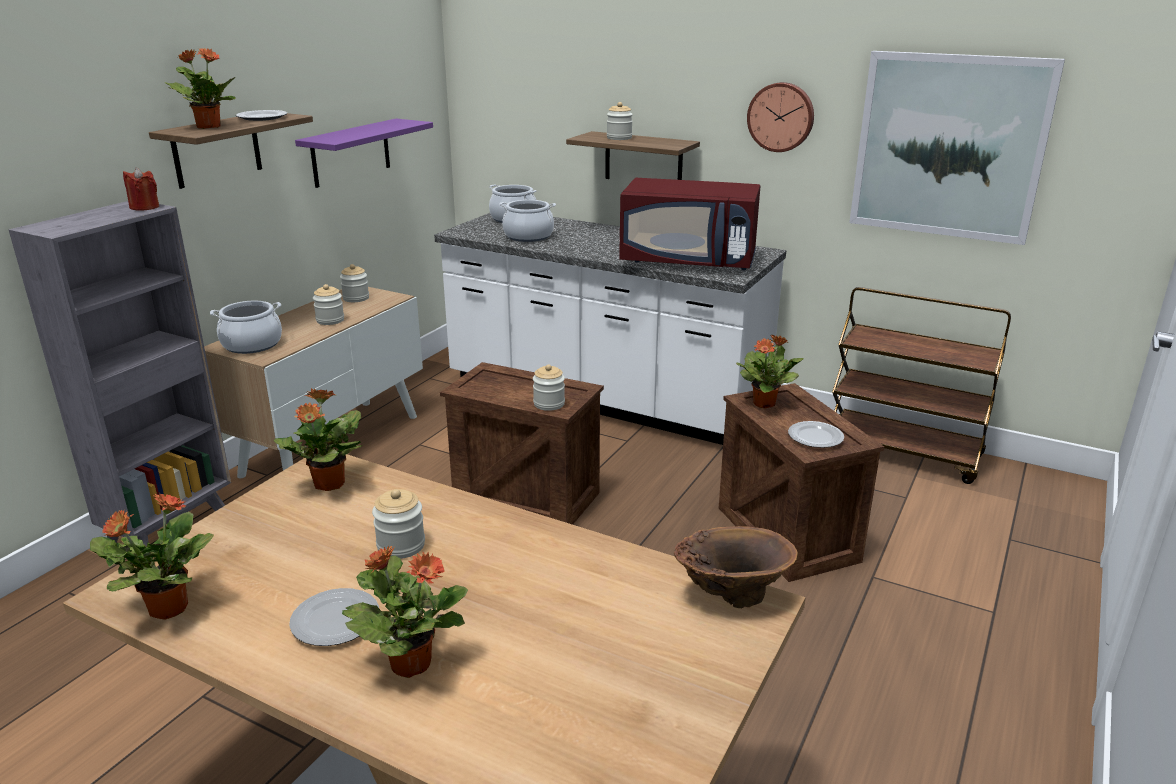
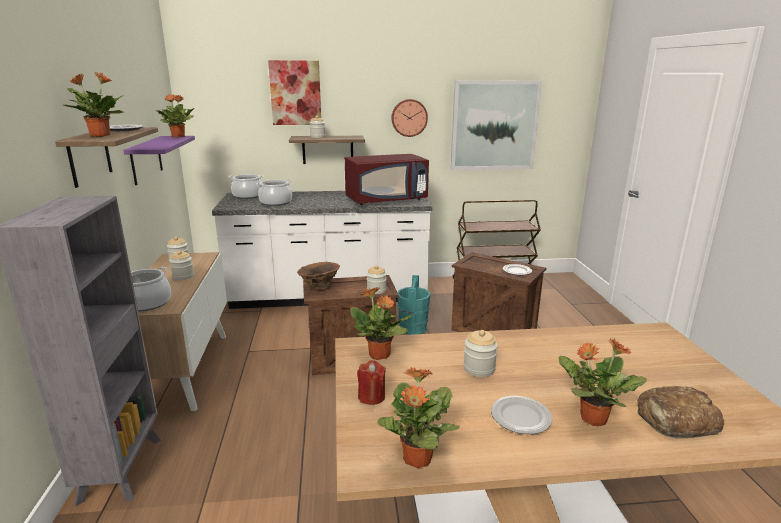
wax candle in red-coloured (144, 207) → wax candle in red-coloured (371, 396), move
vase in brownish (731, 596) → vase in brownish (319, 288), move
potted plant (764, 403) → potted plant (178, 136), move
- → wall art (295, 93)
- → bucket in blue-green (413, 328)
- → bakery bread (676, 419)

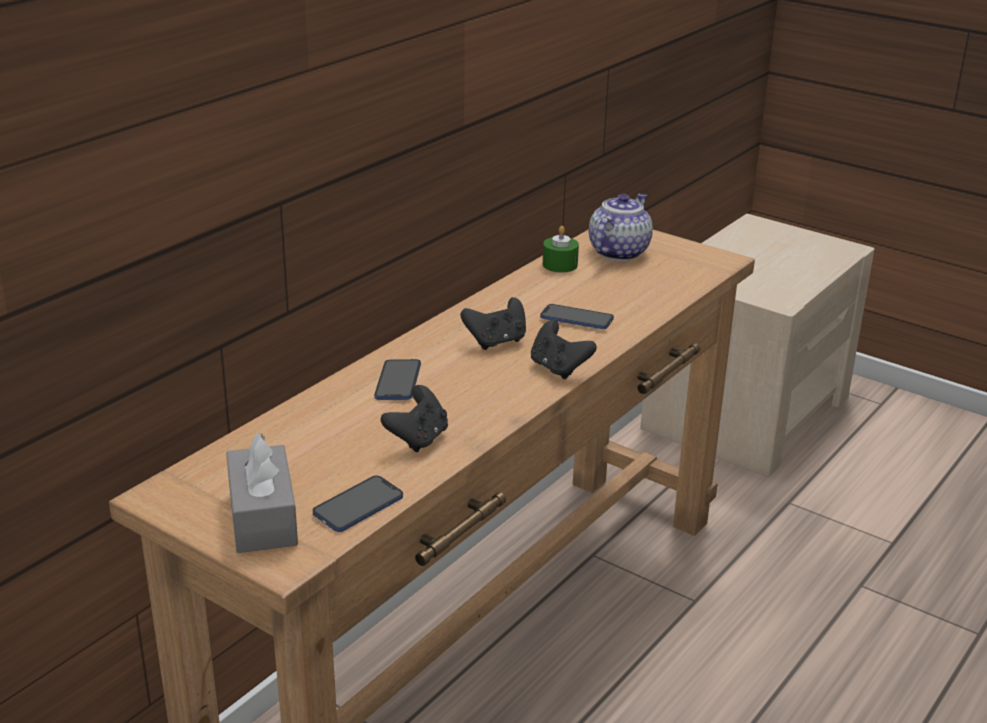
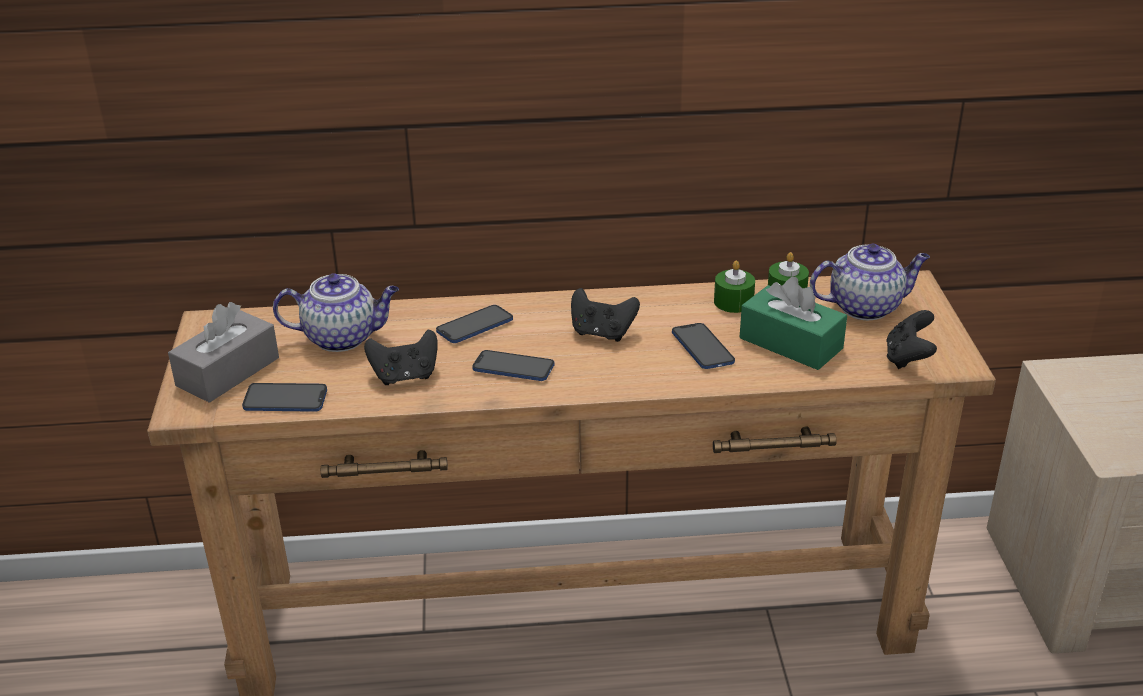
joypad in black (558, 368) → joypad in black (908, 358), move
- → tea pot (343, 337)
- → handset (513, 368)
- → wax candle in green-coloured (733, 302)
- → box of tissues in green-coloured (790, 343)

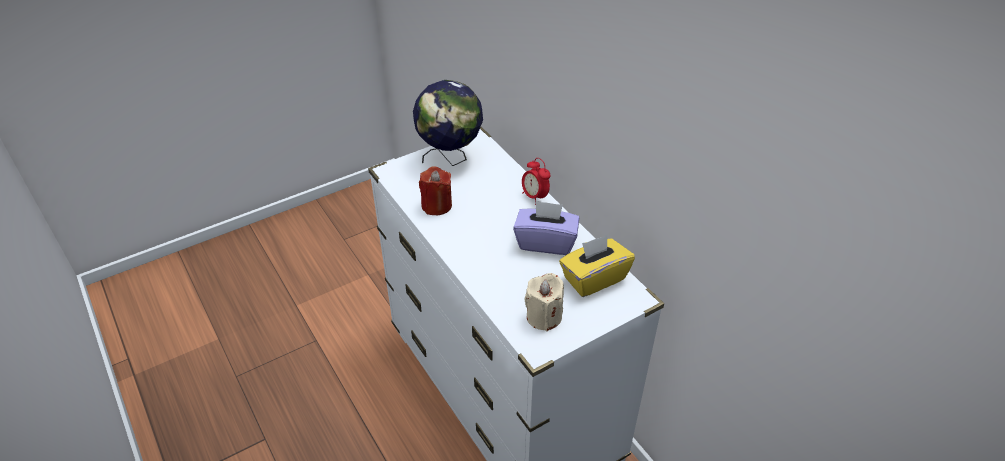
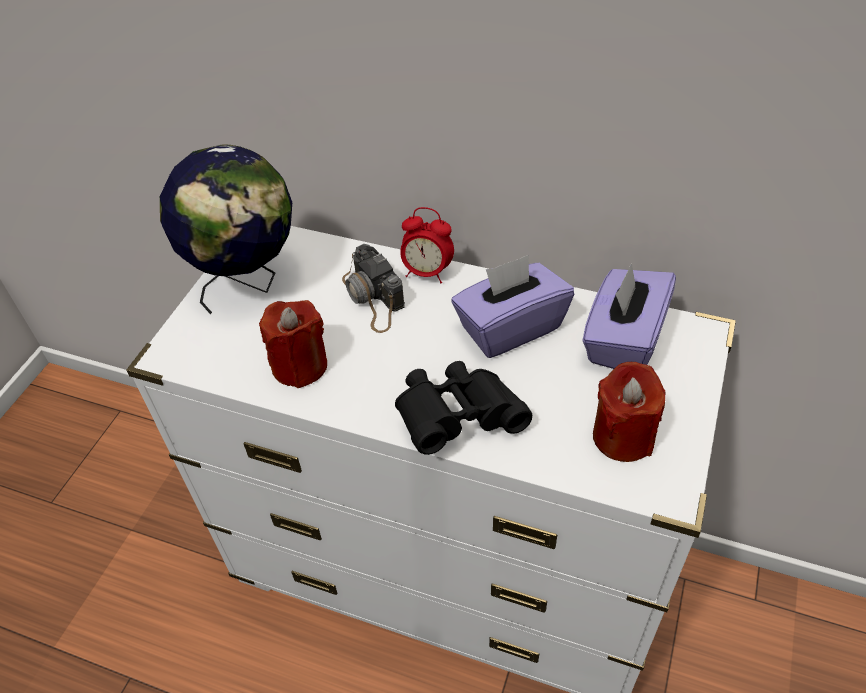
wax candle in sand-coloured (544, 316) → wax candle in red-coloured (623, 436)
box of tissues in yellow-coloured (594, 278) → box of tissues in purple (623, 340)
- → still camera (373, 298)
- → binoculars in black (458, 419)

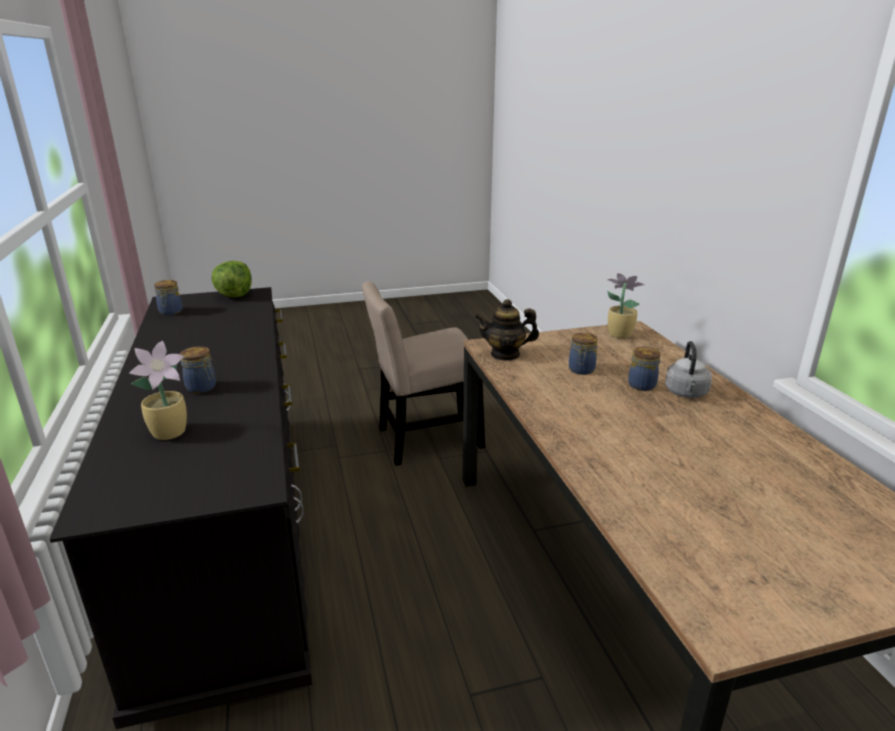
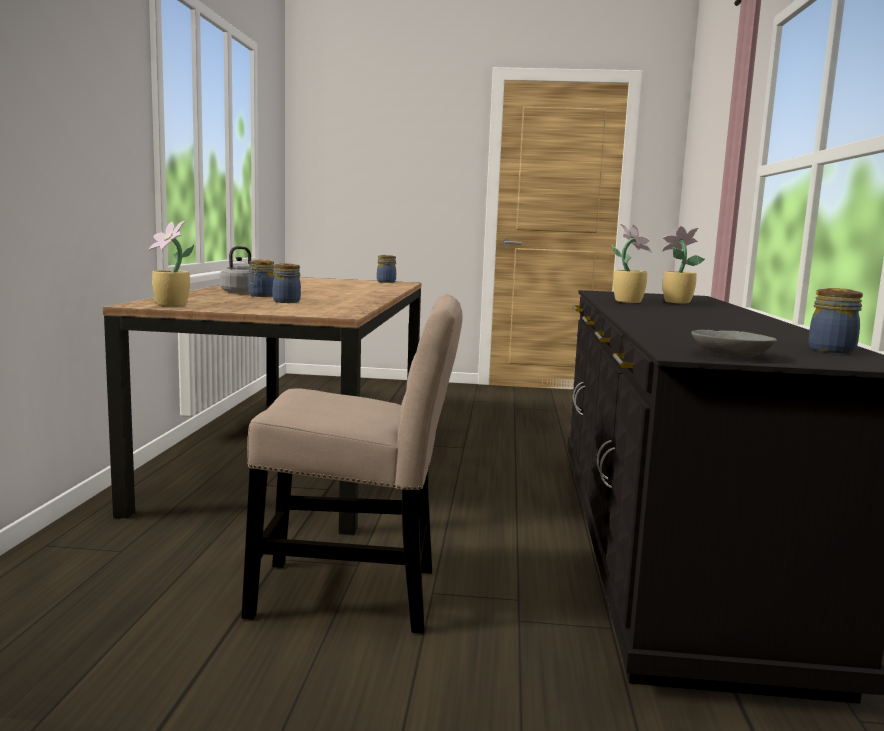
storage jar (202, 388) → storage jar (385, 282), move
head of lettuce (234, 295) → bowl in grey (731, 355)
tea pot (505, 354) → -
- → potted plant (627, 301)

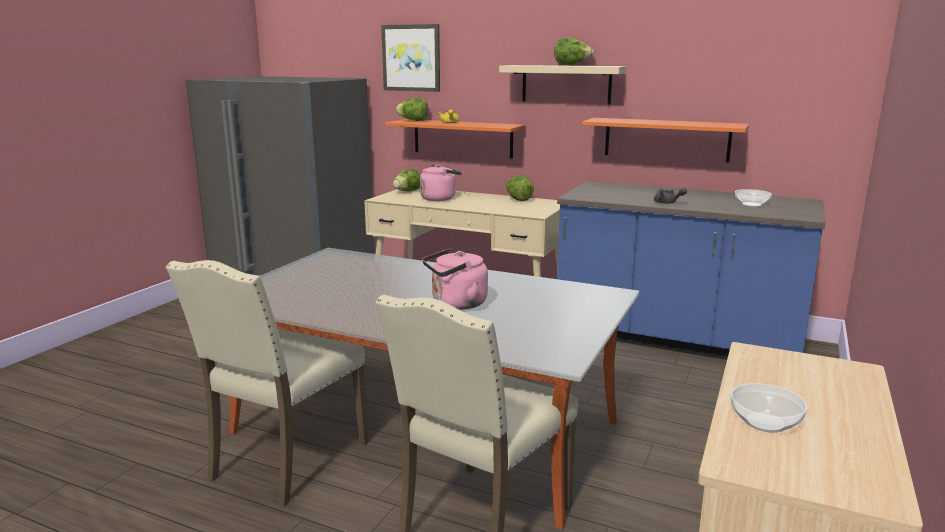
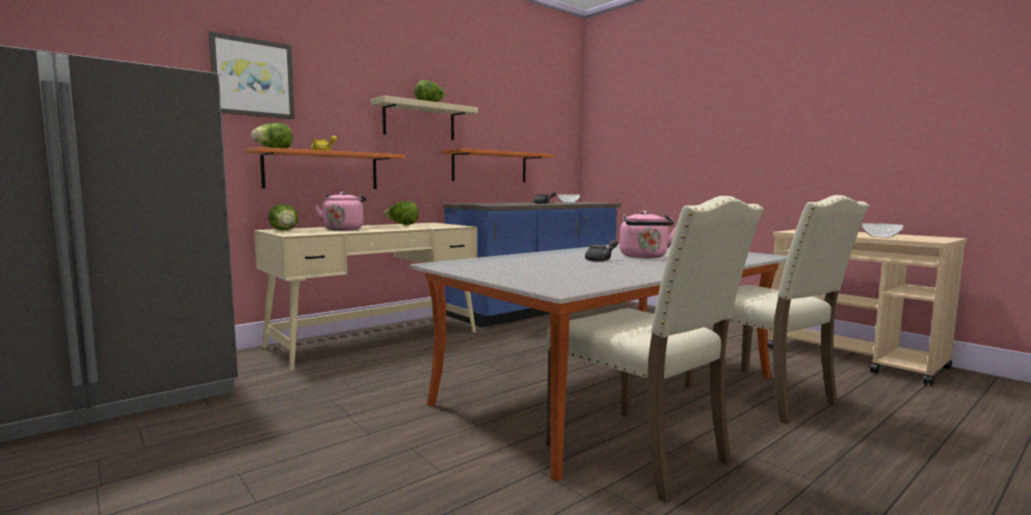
- → tea pot in grey (601, 260)

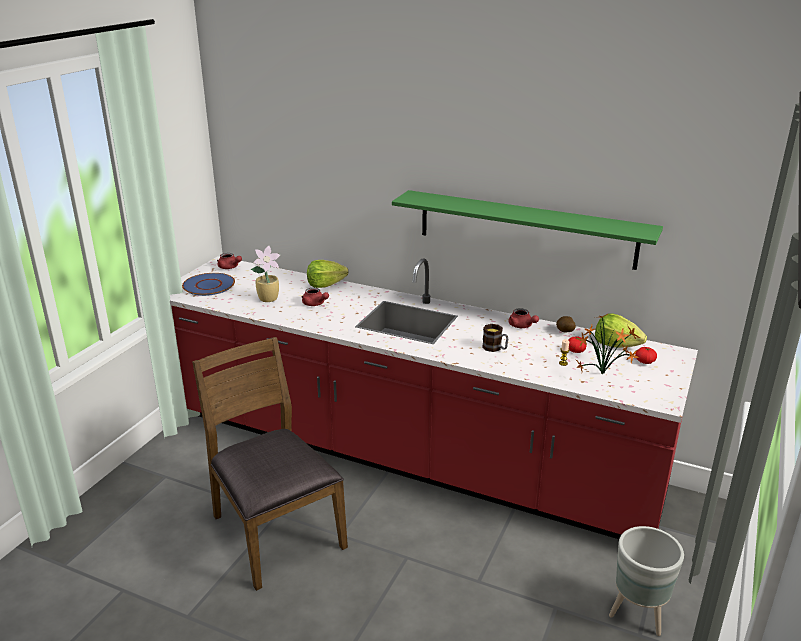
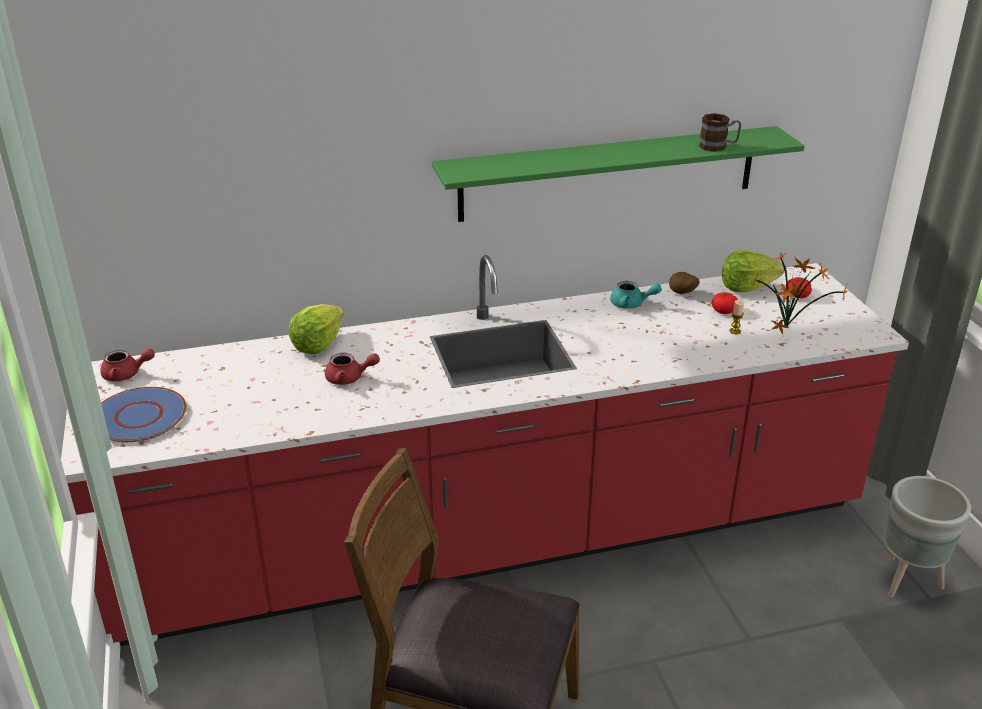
potted plant (269, 299) → -
coffee mug (495, 348) → coffee mug (718, 146), move
tea pot in red-coloured (522, 326) → tea pot in blue-green (631, 304)

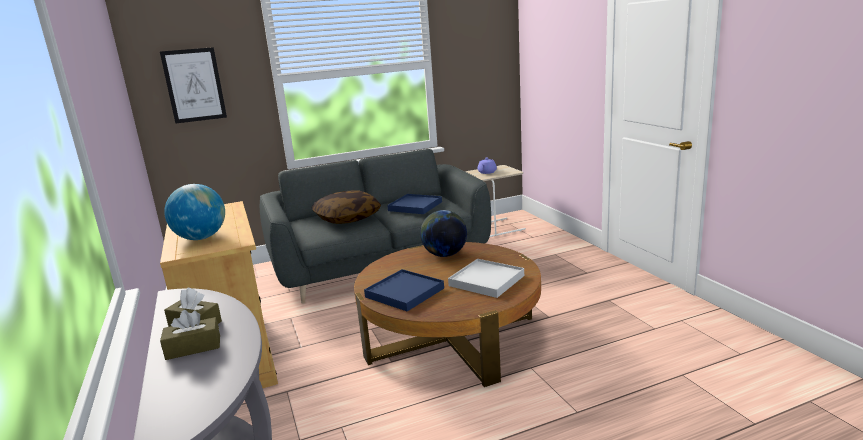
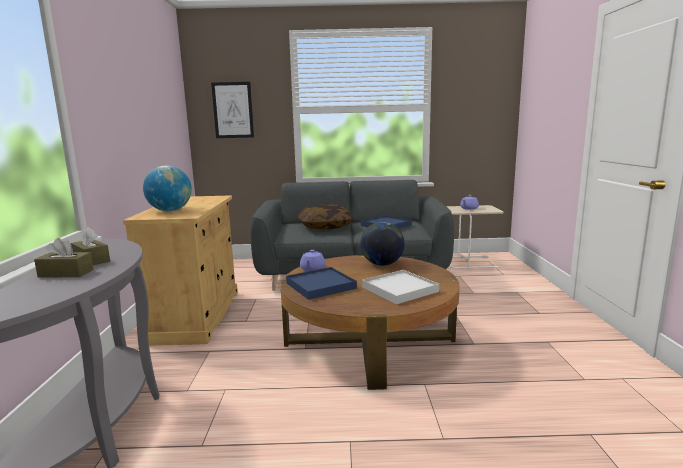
- → tea pot in purple (312, 269)

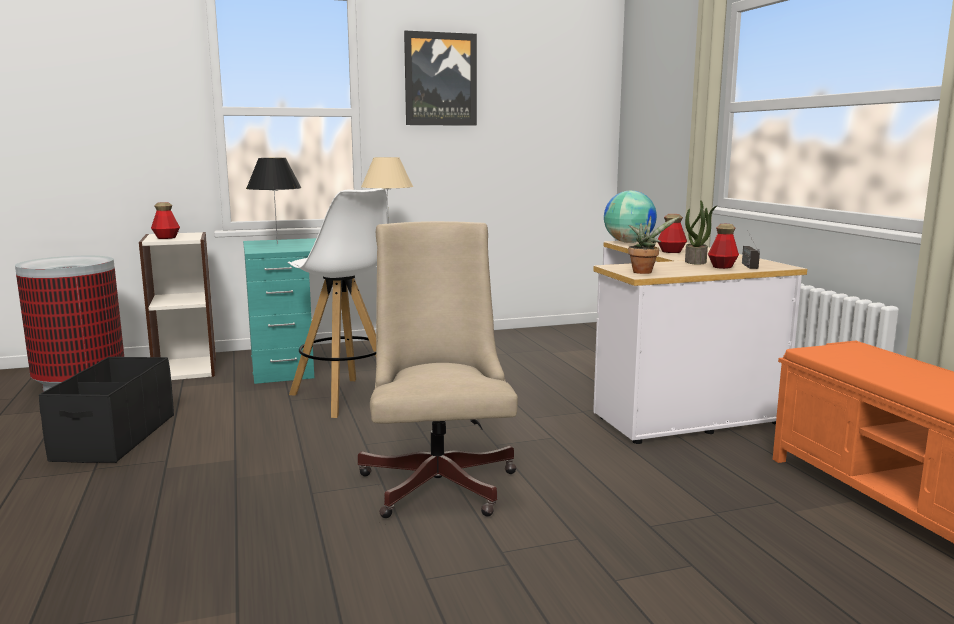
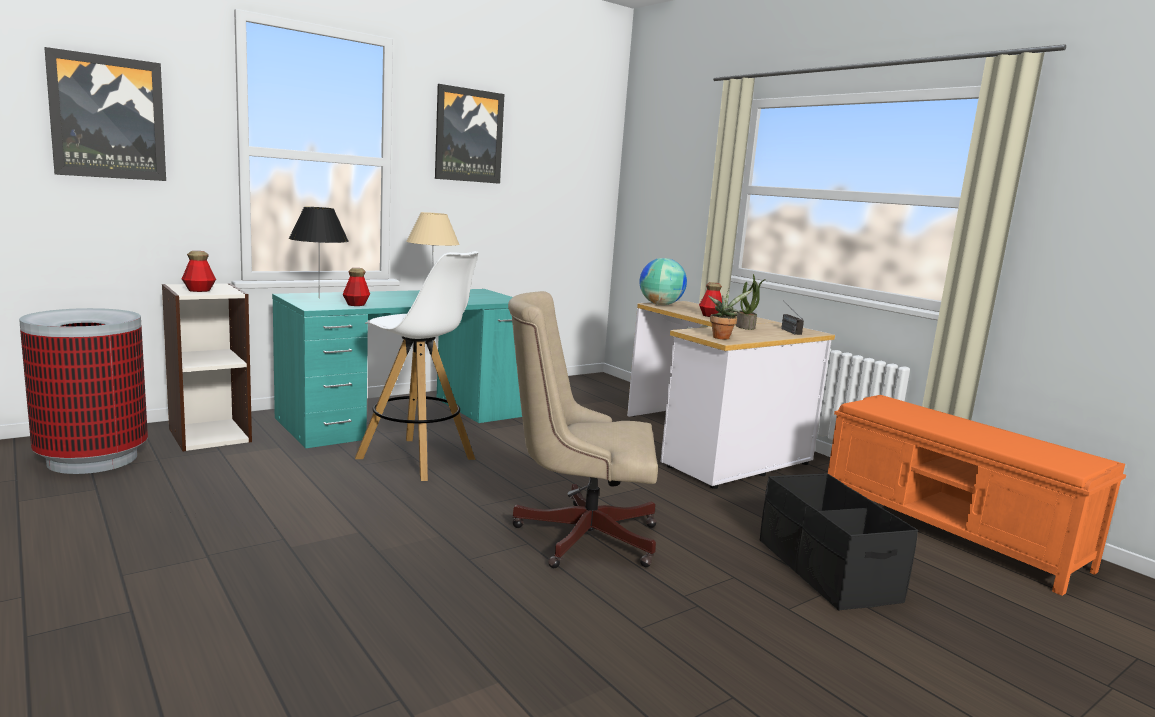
storage bin in black (114, 437) → storage bin in black (826, 570), move
computer chair in sand-coloured (439, 479) → computer chair in sand-coloured (577, 535), 60 degrees counterclockwise
beverage bottle (722, 267) → beverage bottle (356, 304), move
- → wall art (108, 117)

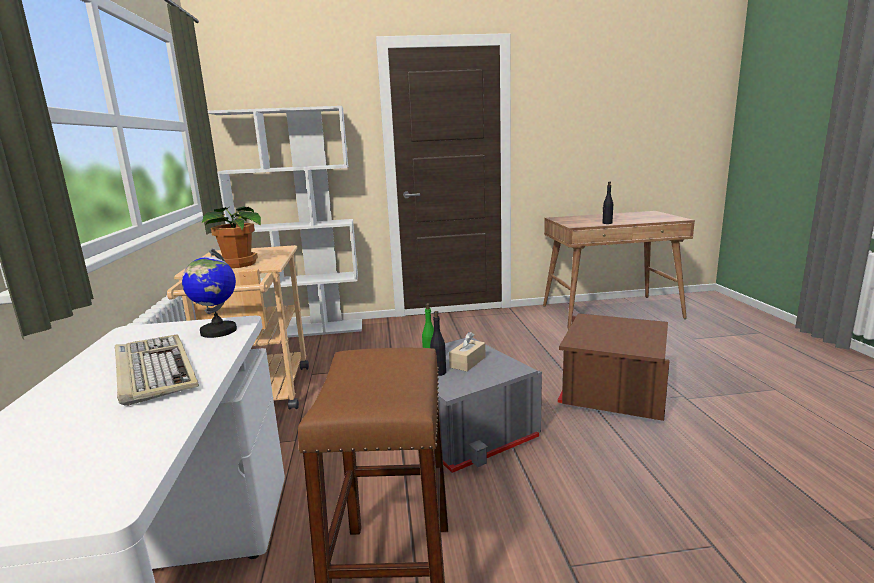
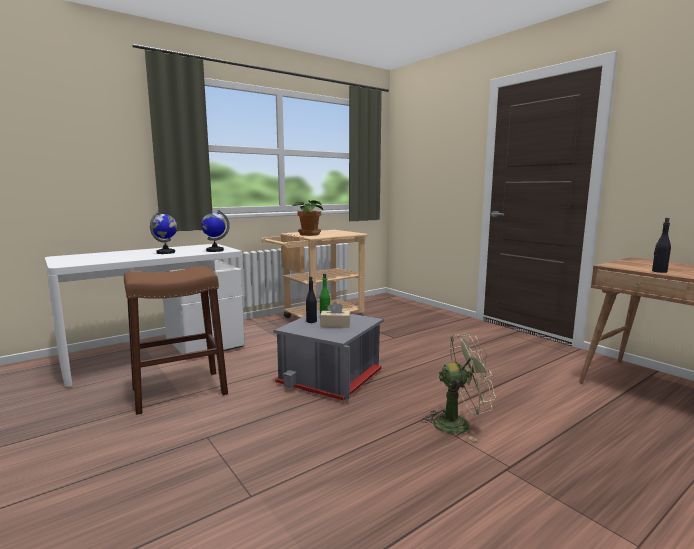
keyboard (153, 371) → globe (166, 252)
shelving unit in white (305, 330) → -
storage bin in brownish (610, 394) → fan in green-coloured (458, 423)

